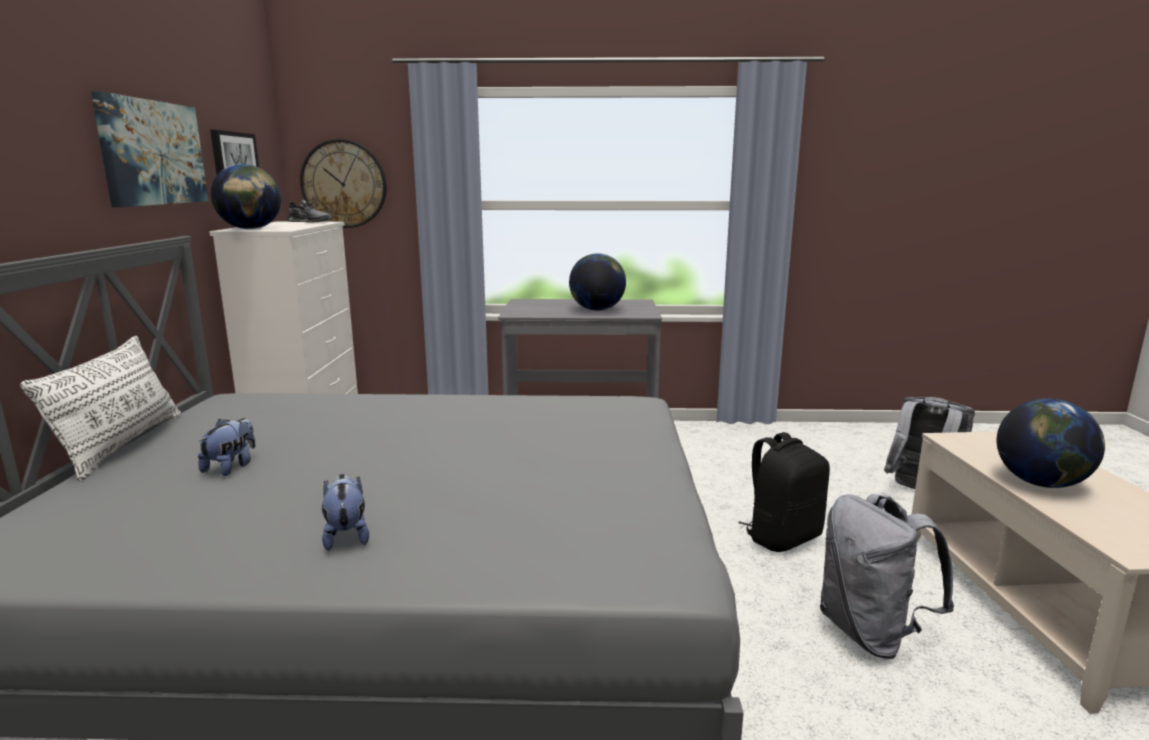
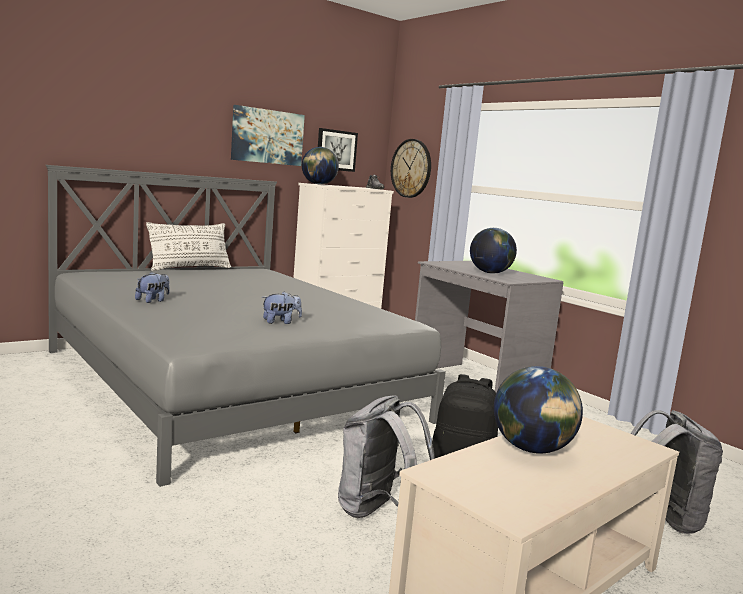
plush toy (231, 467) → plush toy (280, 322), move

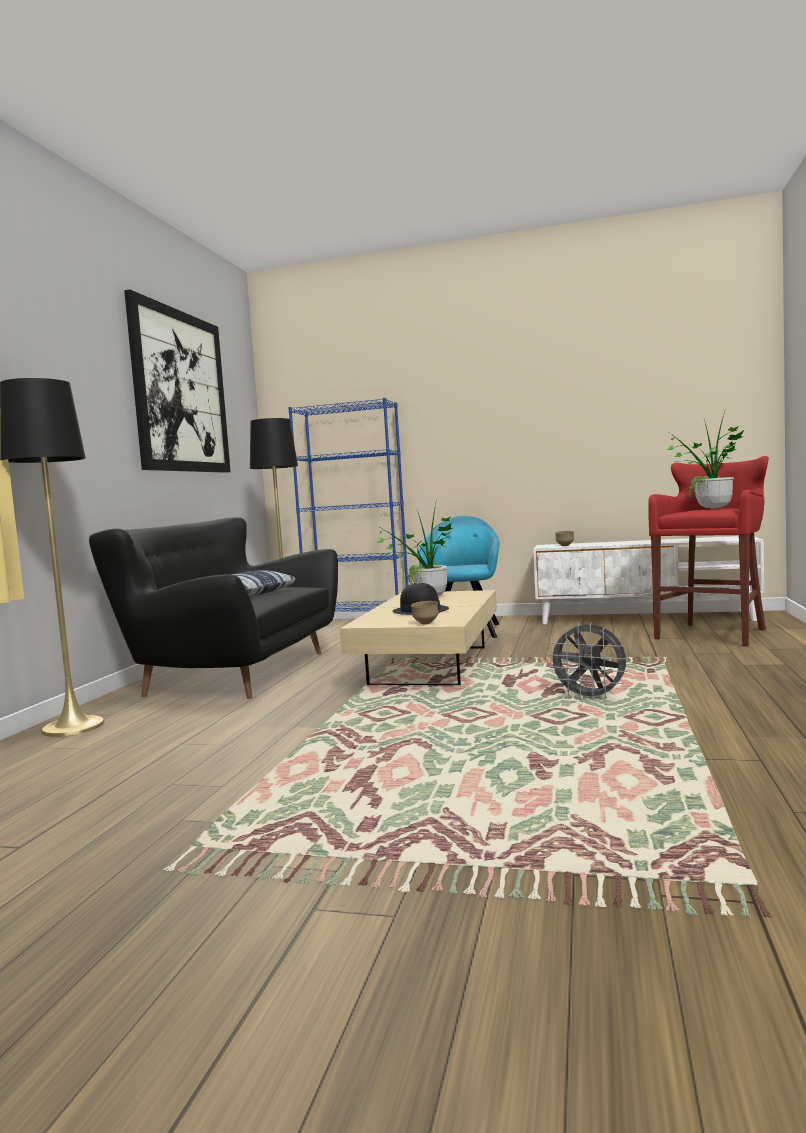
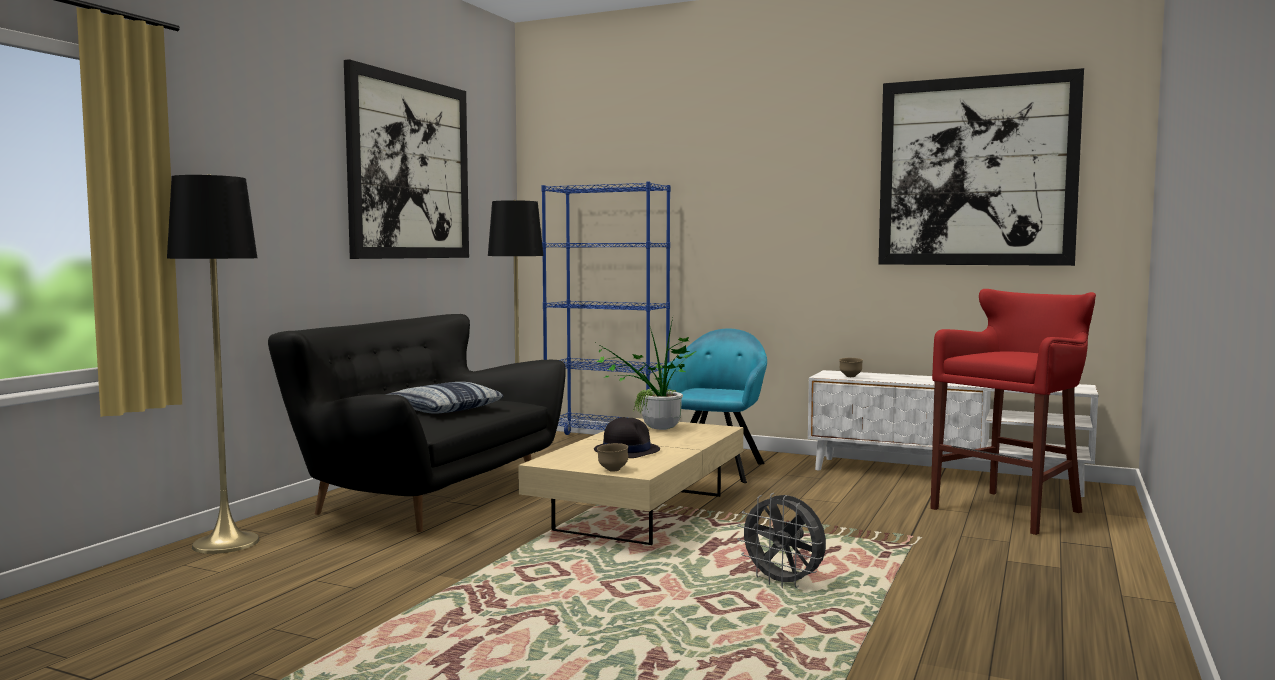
potted plant (710, 508) → -
- → wall art (976, 172)

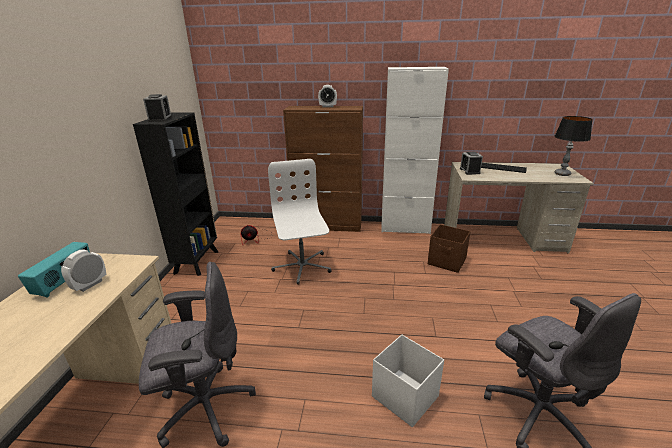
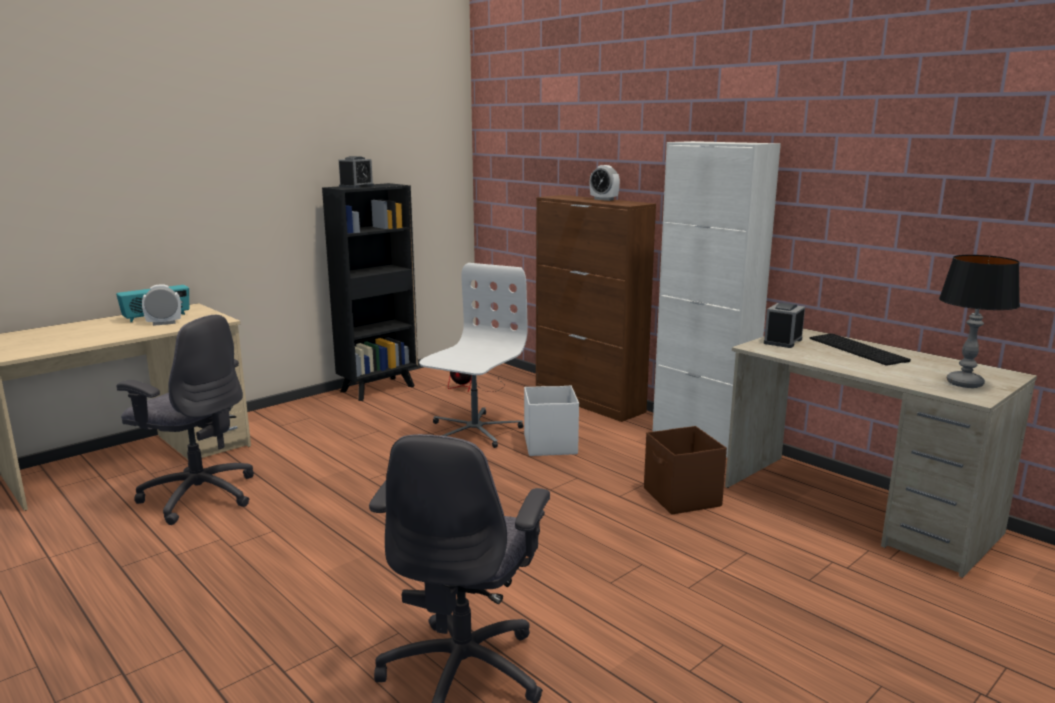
storage bin in white (404, 396) → storage bin in white (550, 444), move

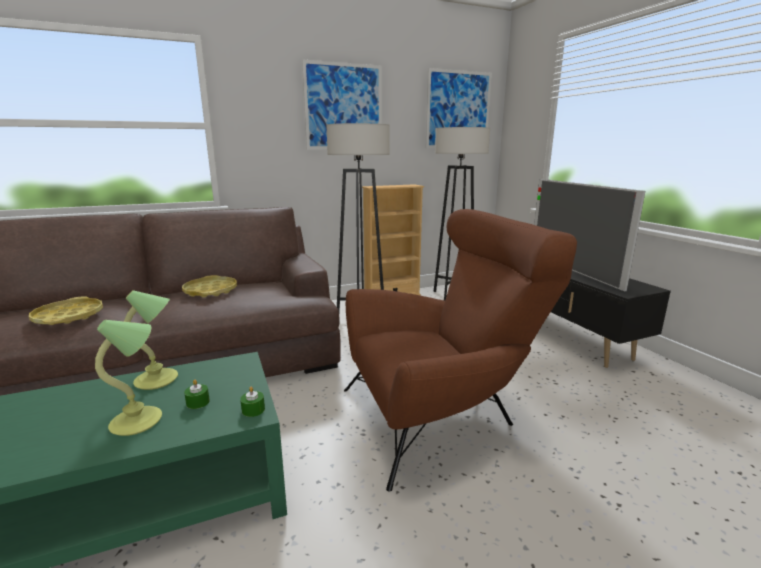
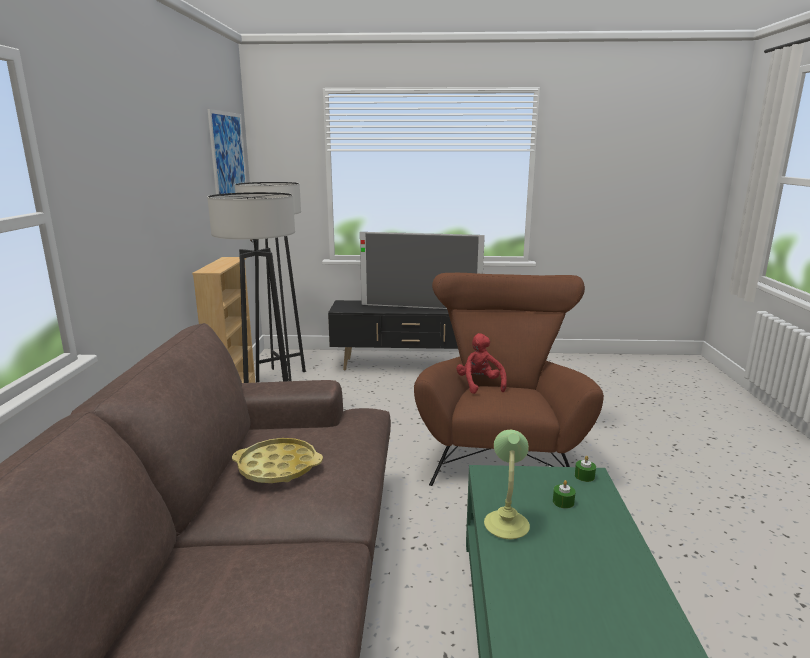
tray in yellow-coloured (68, 317) → -
lamp for a table (138, 421) → -
wall art (343, 107) → -
- → plush toy in red-coloured (480, 384)

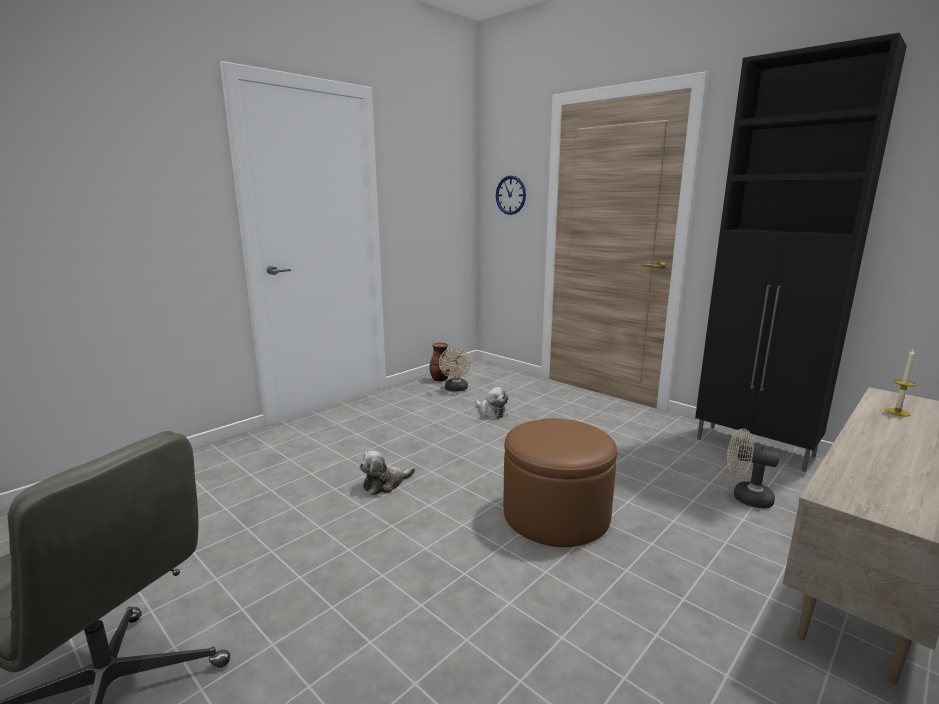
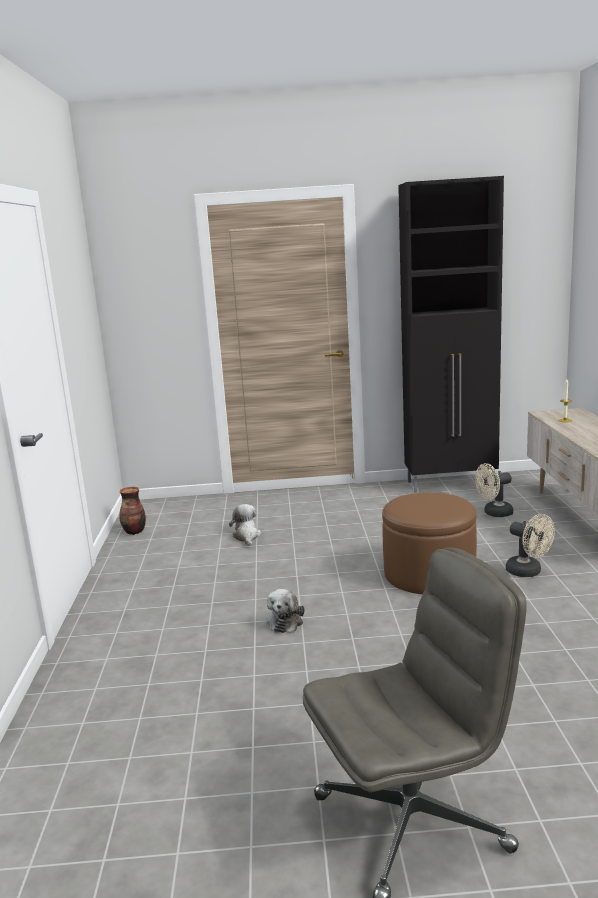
fan in sand-coloured (455, 389) → fan in sand-coloured (528, 572), move
plush toy (491, 412) → plush toy (247, 536), 105 degrees counterclockwise
clock on the wall (510, 195) → -

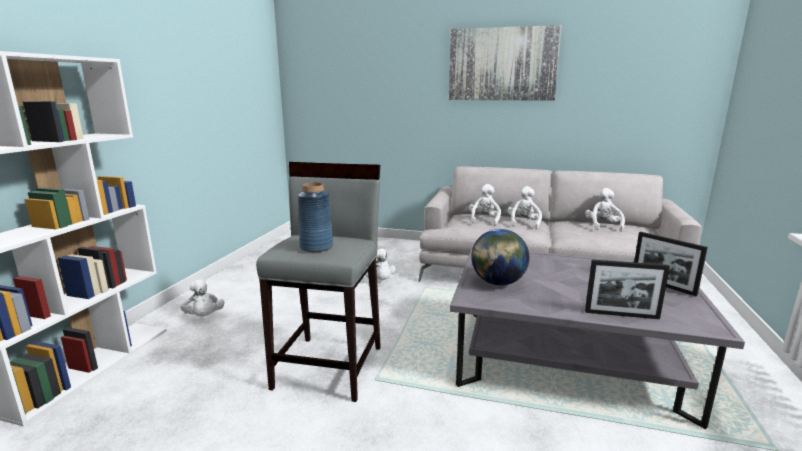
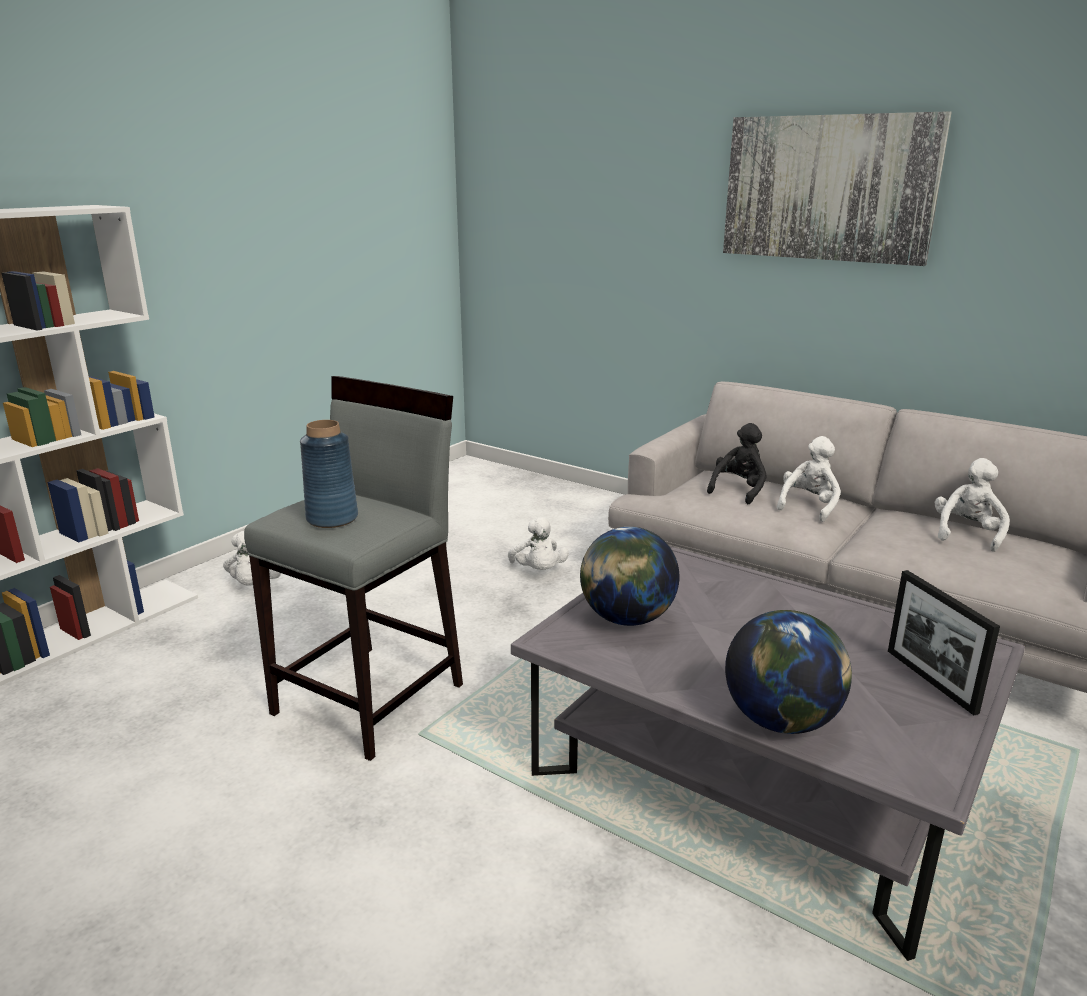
plush toy in white (484, 220) → plush toy in black (738, 490)
picture frame (621, 315) → globe (781, 720)

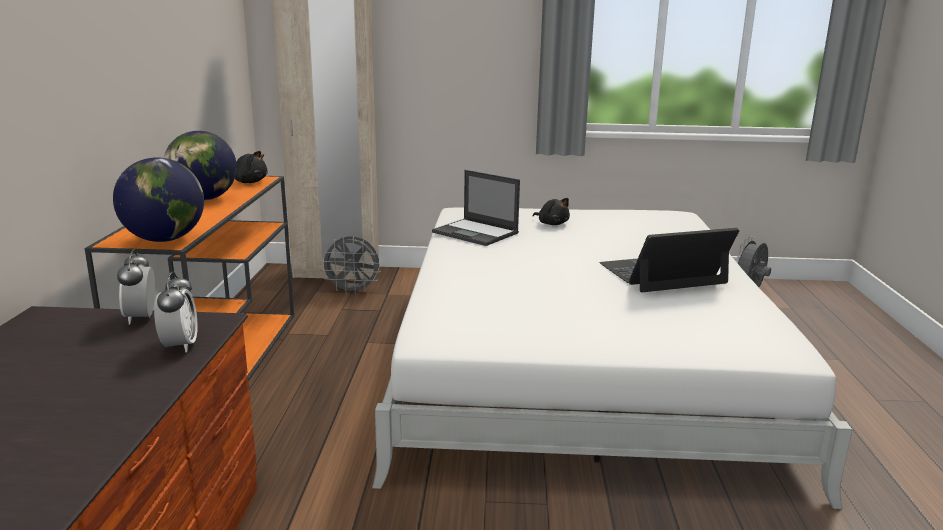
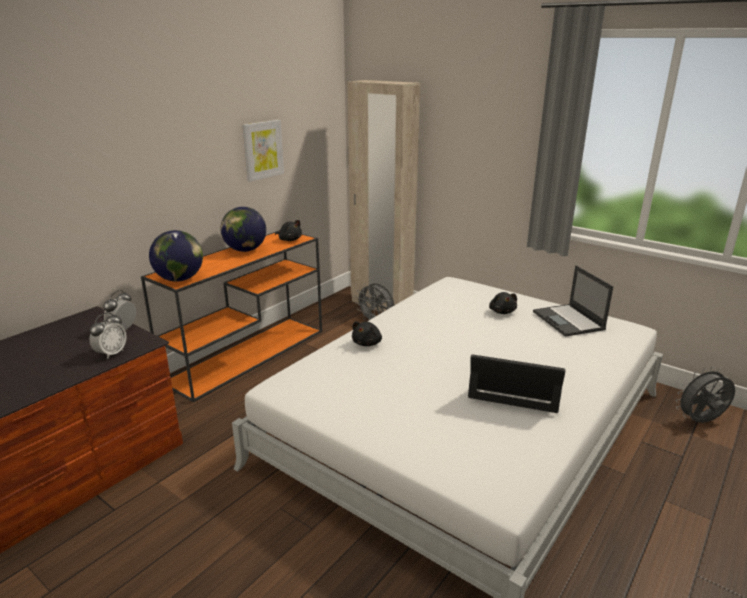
notebook computer (476, 233) → notebook computer (569, 321), move
- → wall art (262, 150)
- → plush toy in black (367, 343)

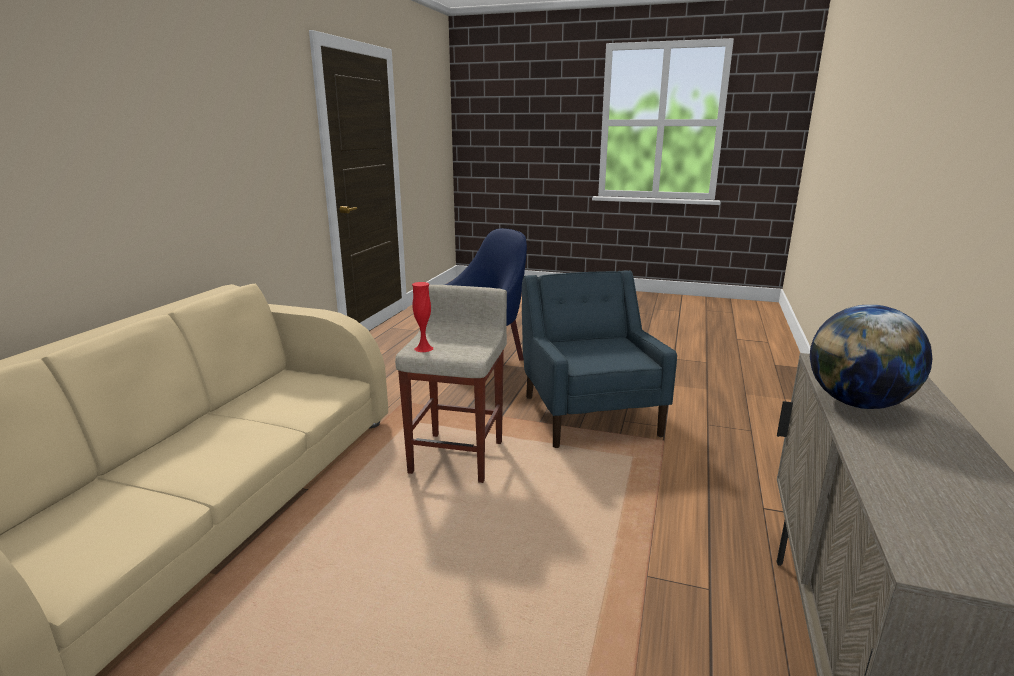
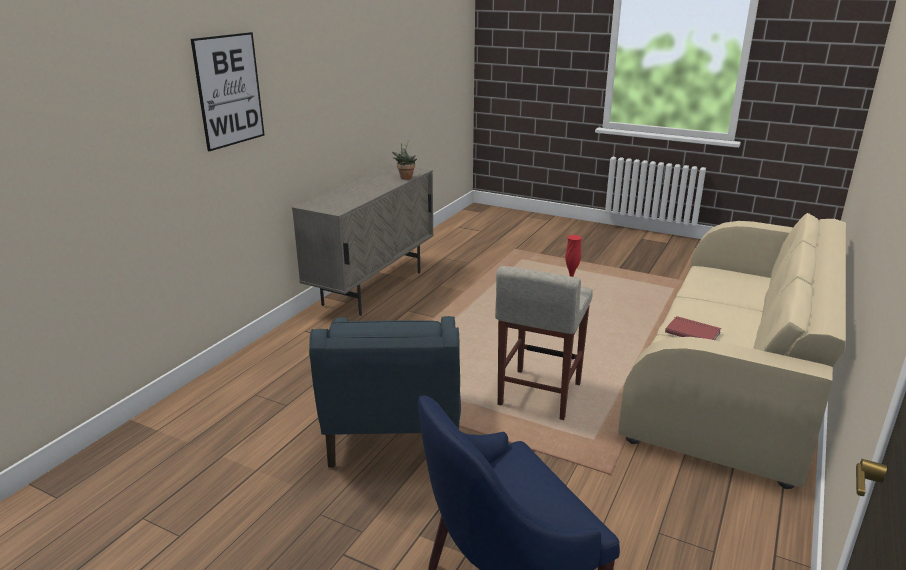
globe (858, 403) → -
- → wall art (229, 90)
- → potted plant (405, 177)
- → volume in red-coloured (692, 331)

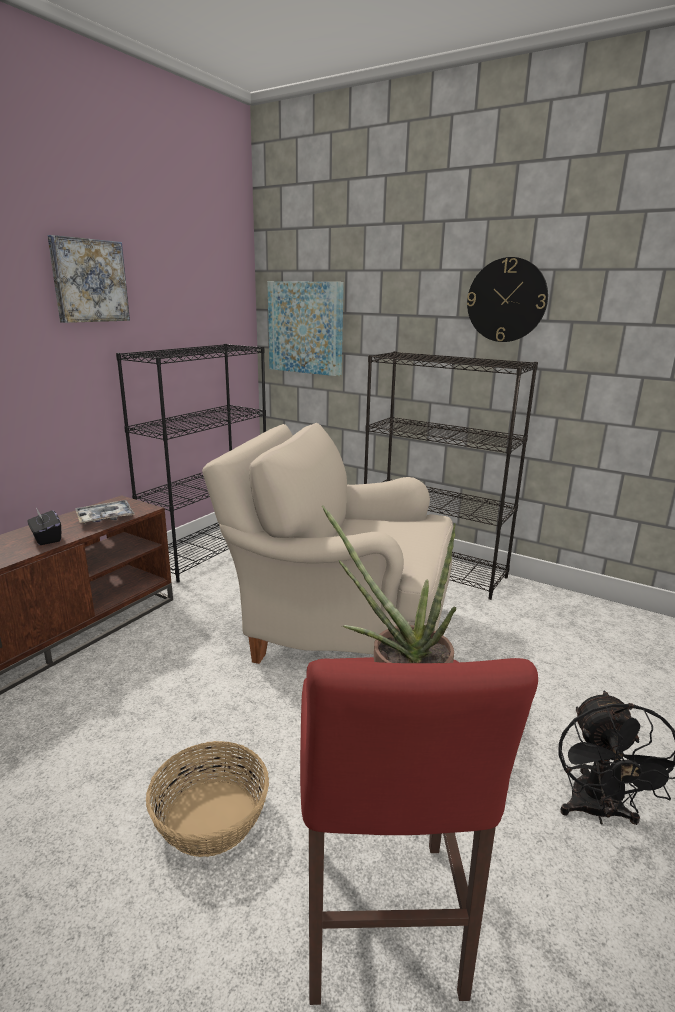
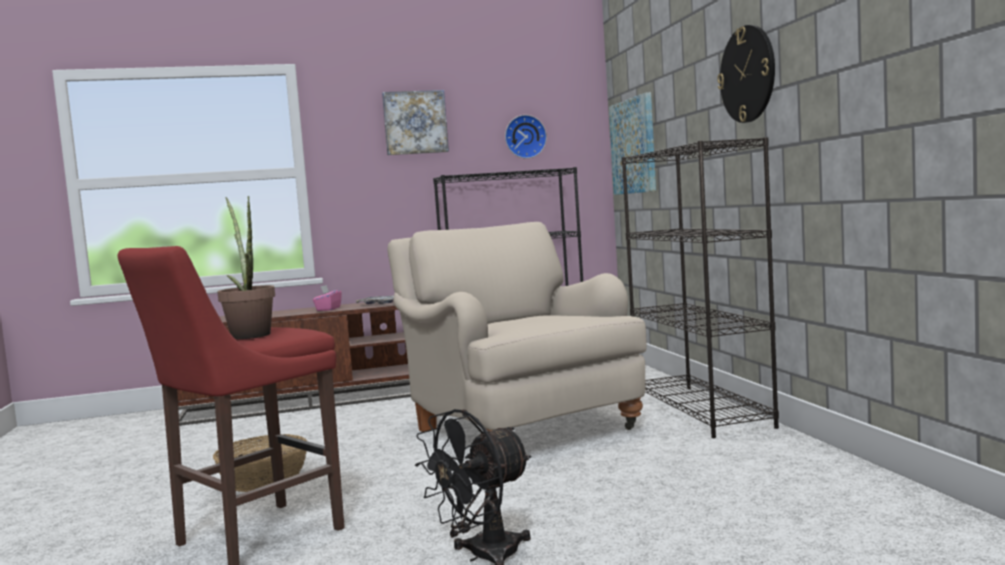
box of tissues in black (46, 538) → box of tissues in pink (328, 309)
- → clock on the wall (524, 137)

